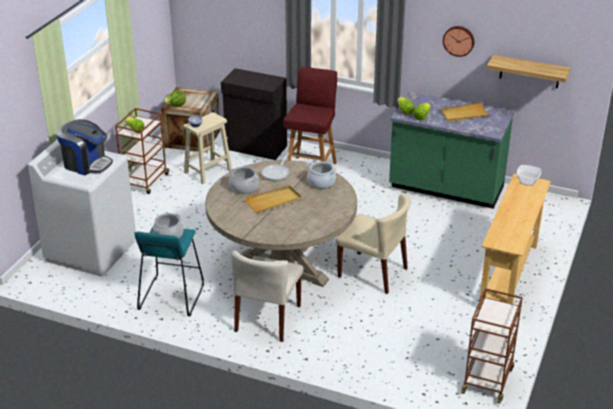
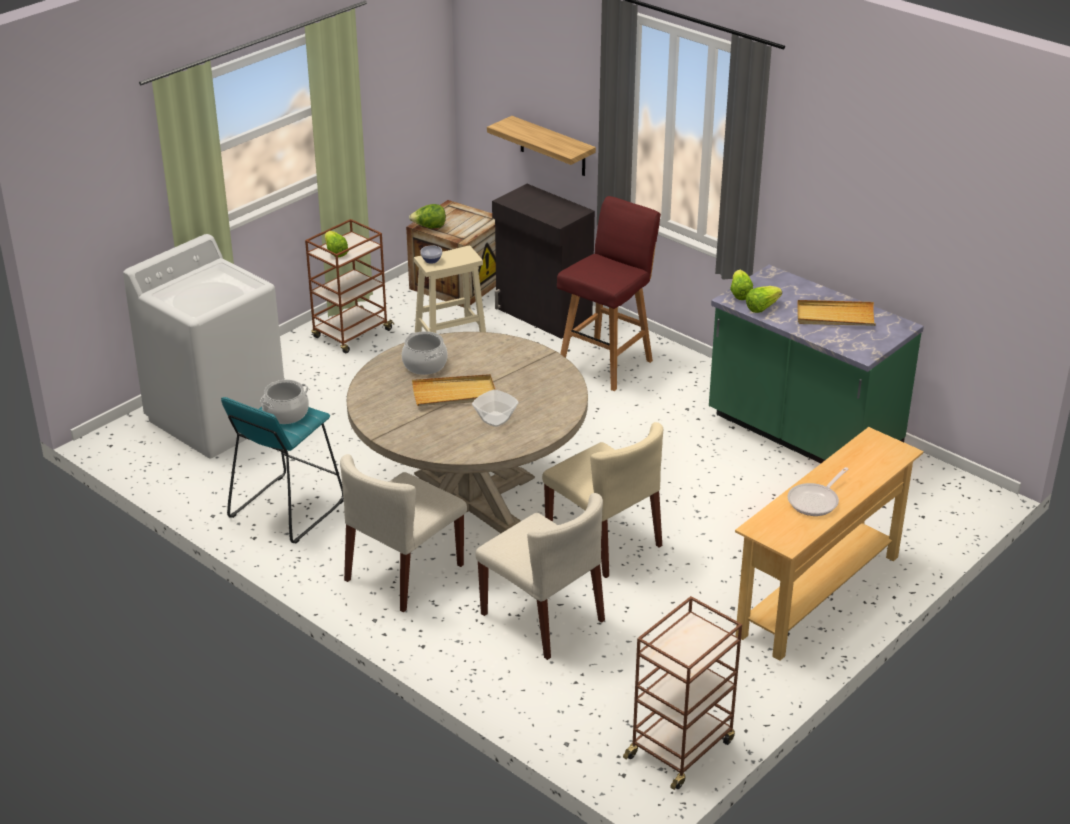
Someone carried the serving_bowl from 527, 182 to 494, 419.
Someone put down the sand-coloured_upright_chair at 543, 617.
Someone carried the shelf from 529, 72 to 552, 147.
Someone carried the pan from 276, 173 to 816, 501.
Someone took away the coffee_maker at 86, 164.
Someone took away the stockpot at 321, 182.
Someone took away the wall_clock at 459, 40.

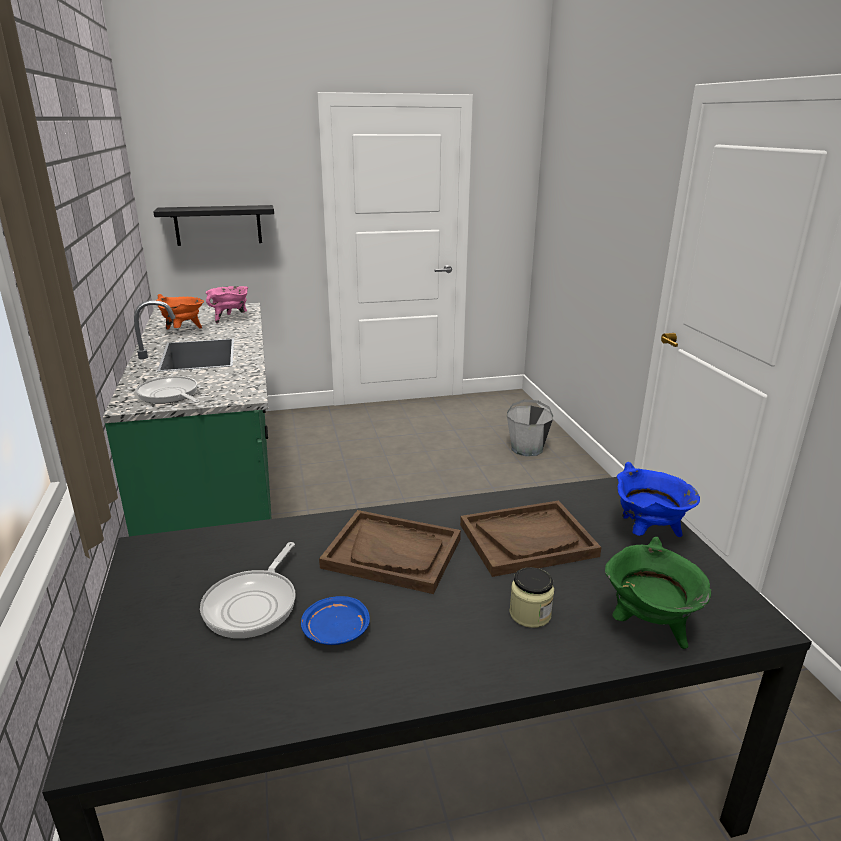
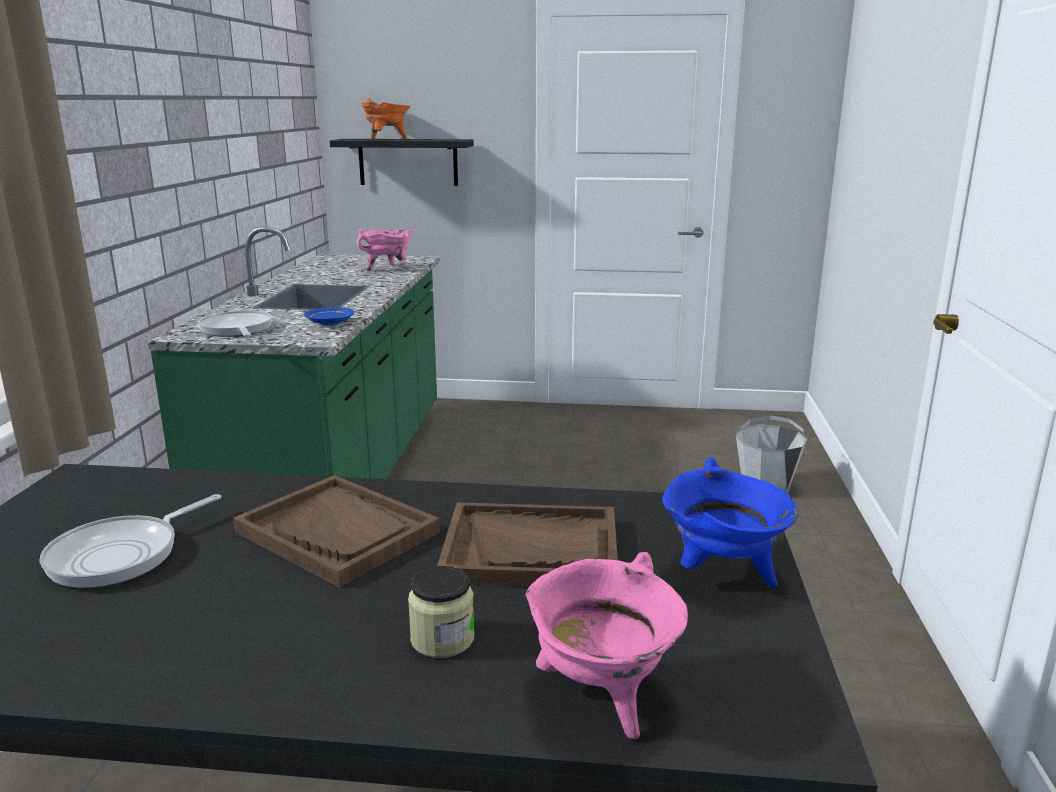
Someone carried the blue-coloured_plate from 336, 631 to 329, 323.
Someone carried the orangey_stockpot from 183, 331 to 386, 139.
Someone repainted the green_stockpot at 648, 627, which became the pink_stockpot at 603, 697.

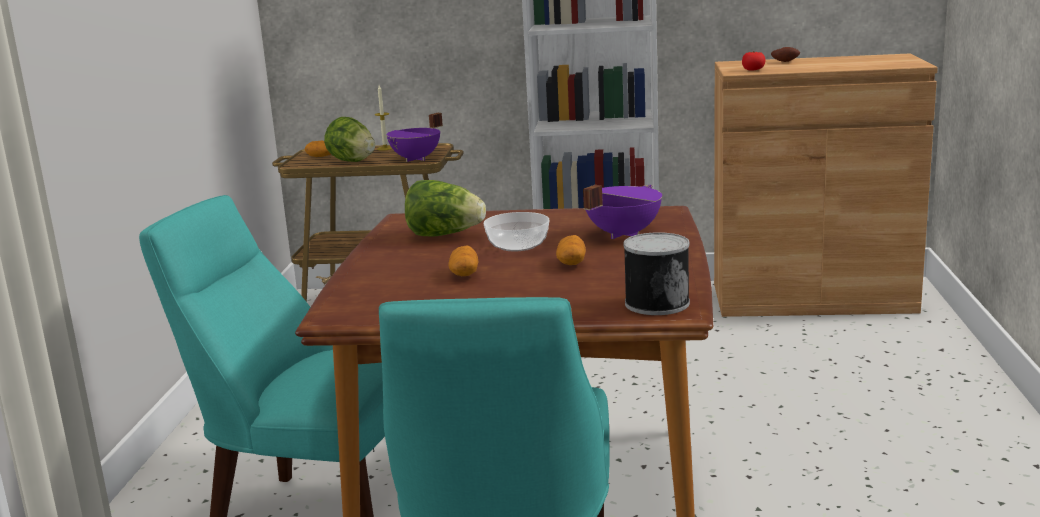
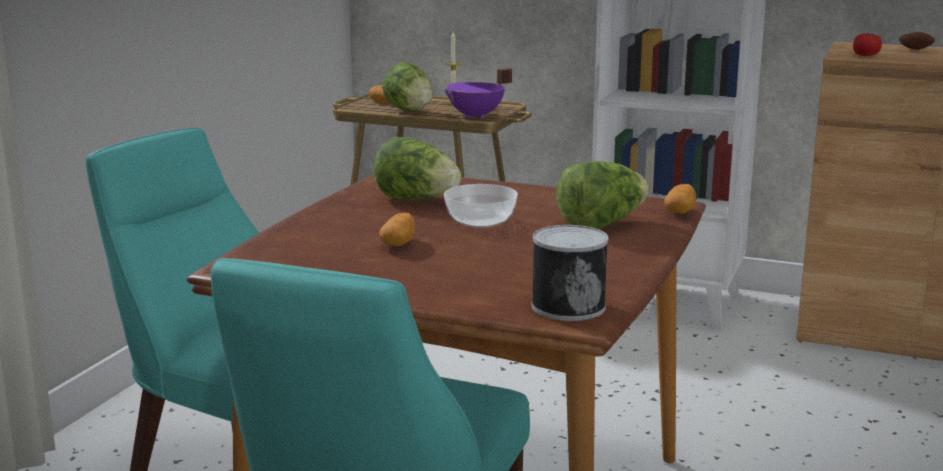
Someone swapped the purplish_stockpot at 621, 234 for the lettuce_head at 601, 224.
Someone carried the whole_potato from 571, 263 to 679, 212.

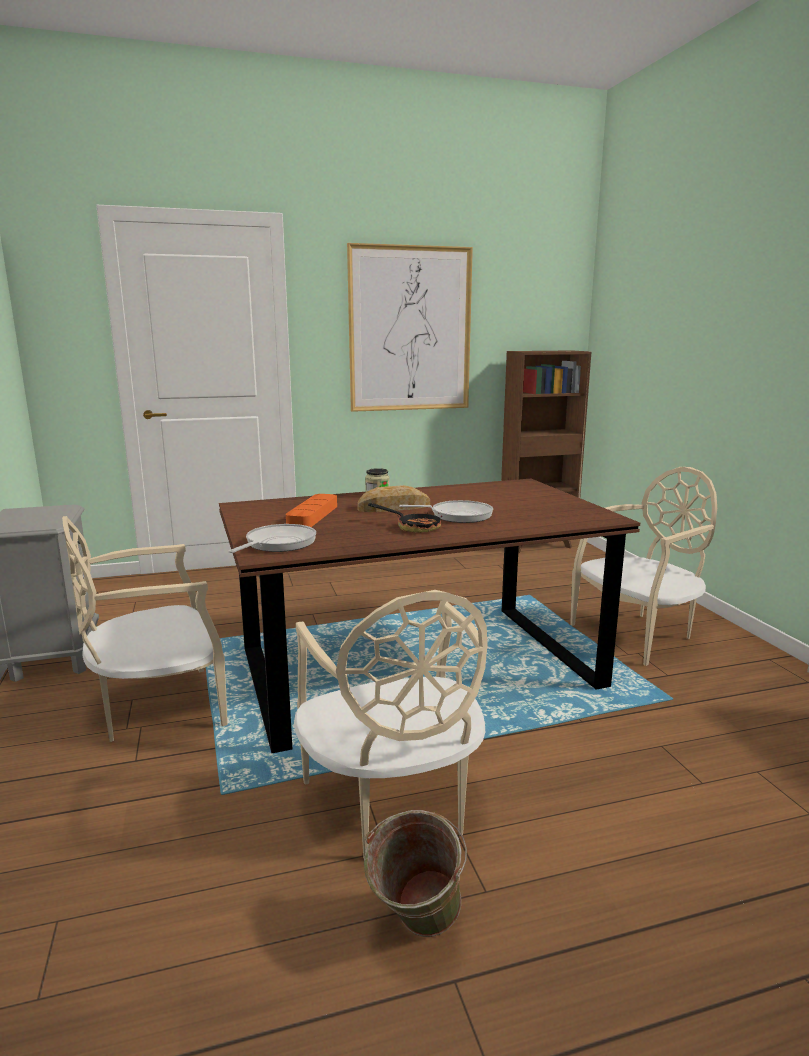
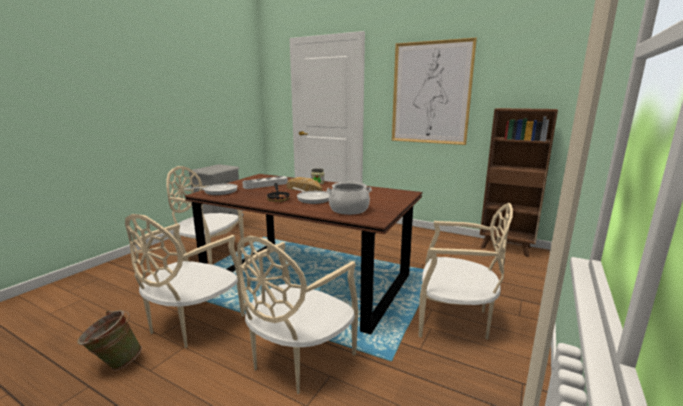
Someone put down the sand-coloured_upright_chair at 298, 359.
Someone repainted the orangey_carrying_tray at 313, 515, which became the grey_carrying_tray at 265, 185.
Someone put down the stockpot at 349, 209.

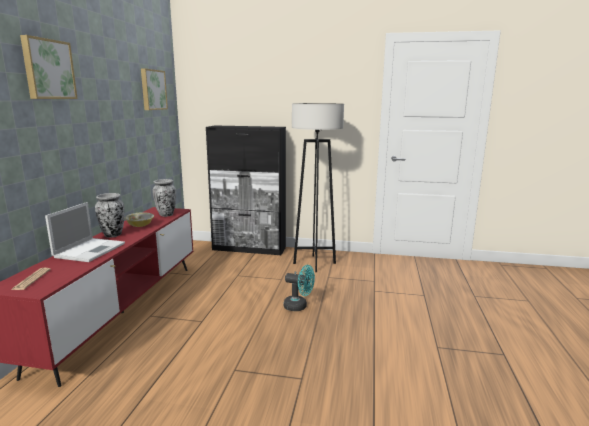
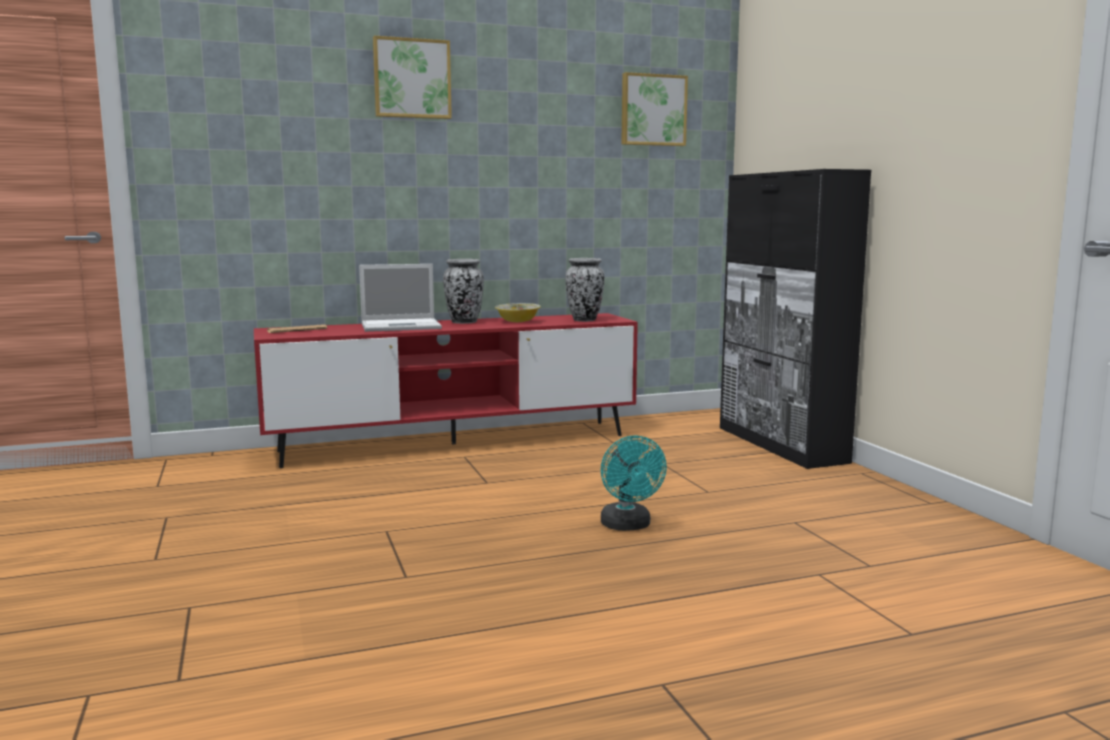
Someone took away the grey_standing_lamp at 314, 263.

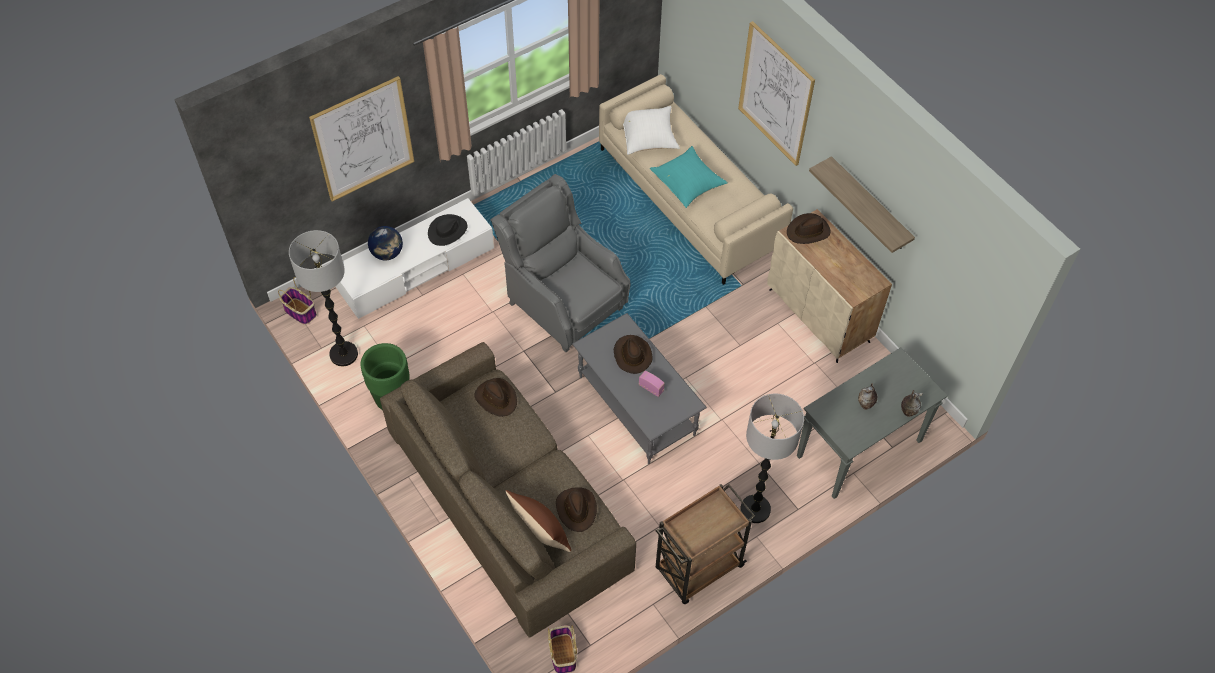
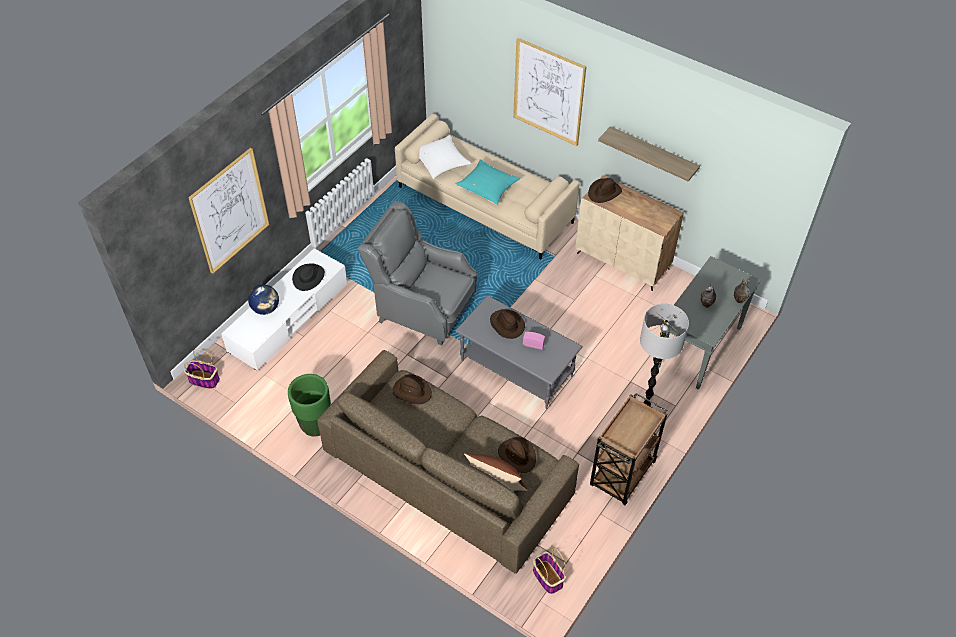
Someone took away the standing_lamp at 344, 354.

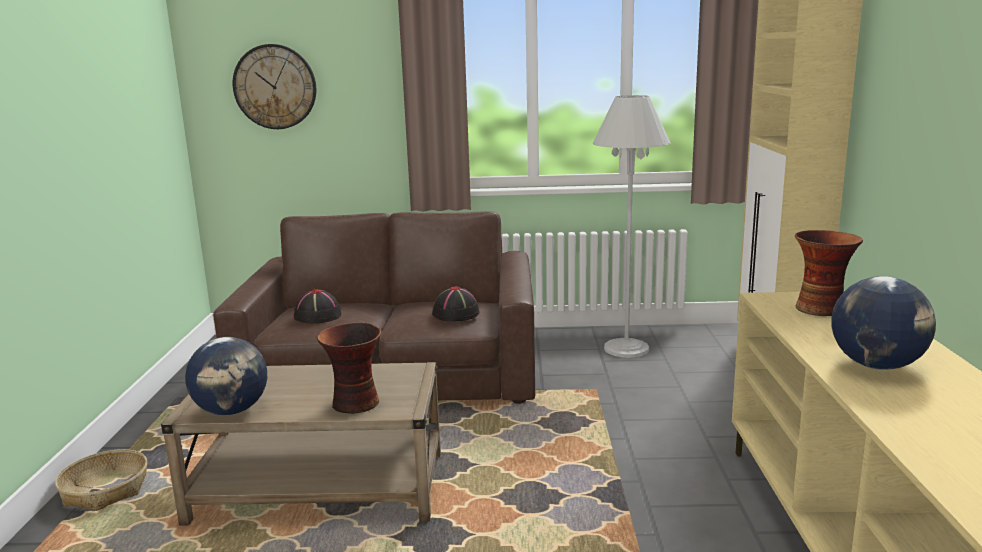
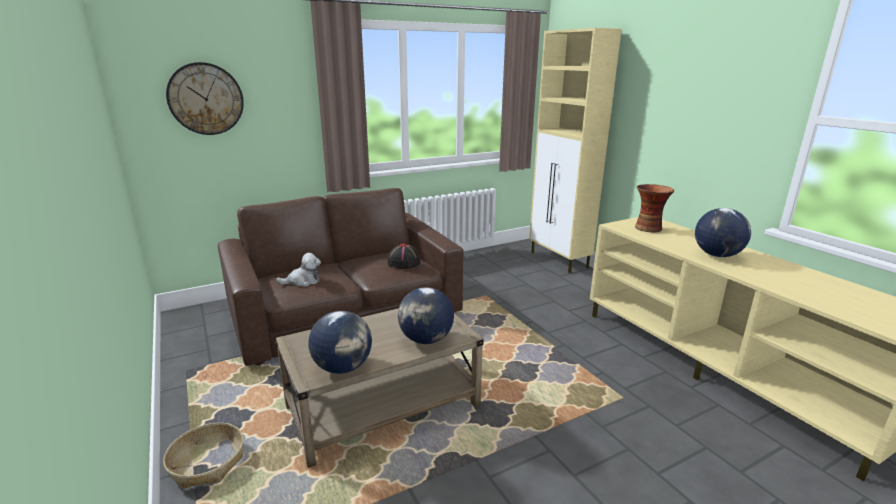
Someone swapped the blackish_clothing_hat at 317, 316 for the plush_toy at 303, 281.
Someone swapped the flower_vase at 355, 404 for the world_globe at 426, 340.
Someone took away the white-coloured_standing_lamp at 626, 348.

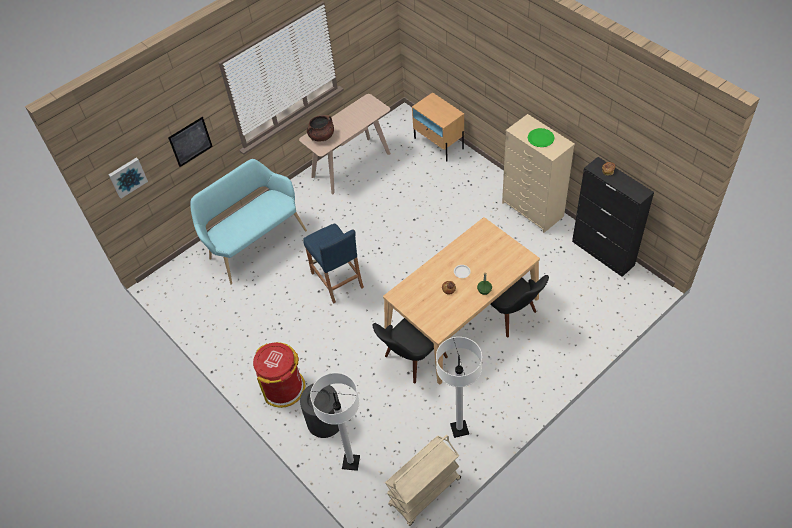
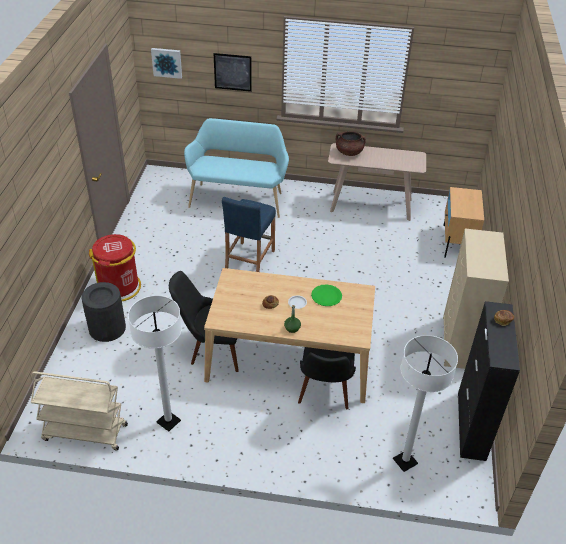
Someone carried the green_plate from 541, 138 to 326, 296.
Someone carried the white-coloured_standing_lamp from 351, 462 to 405, 461.

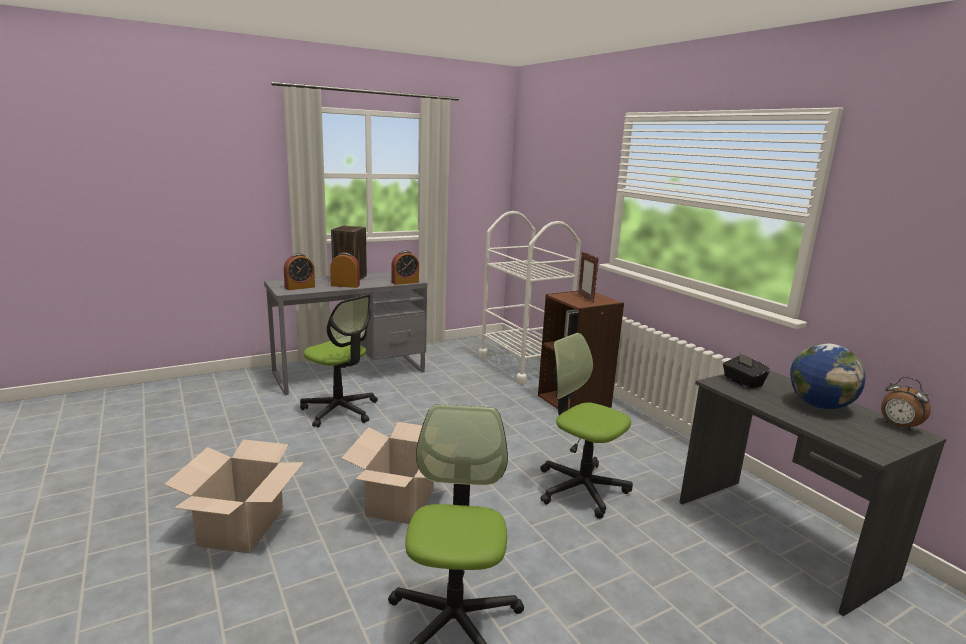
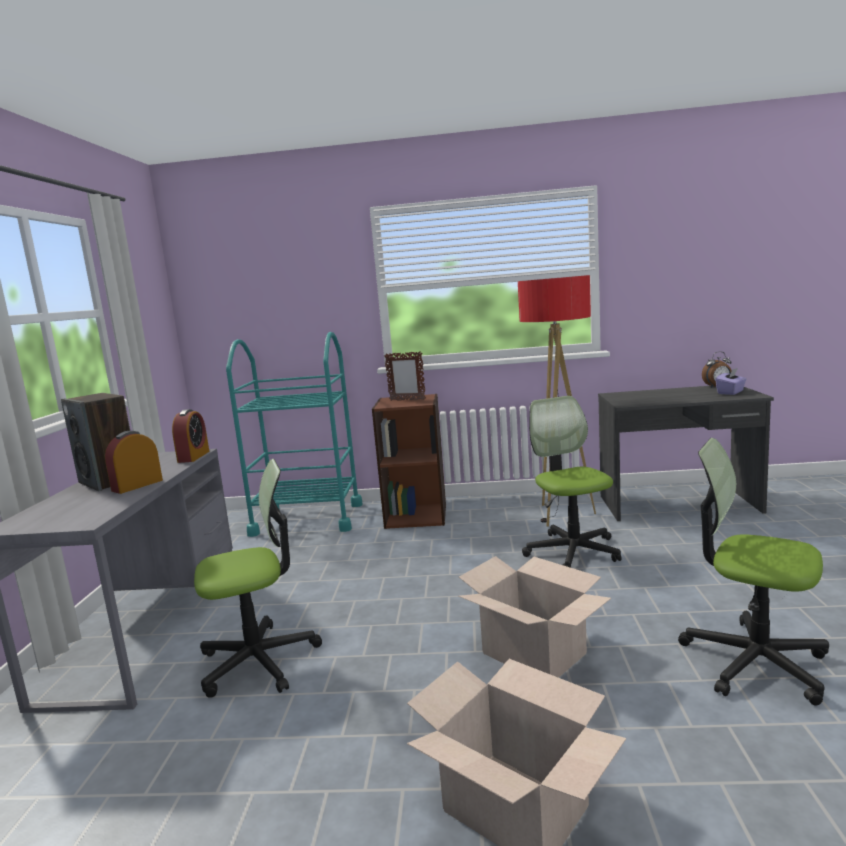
Someone repainted the white-coloured_cart at 523, 365, which became the turquoise-coloured_cart at 307, 519.
Someone put down the standing_lamp at 561, 515.
Someone rotated the office_chair at 581, 488 by 90 degrees clockwise.
Someone put down the purplish_box_of_tissues at 731, 392.
Someone took away the alarm_clock at 300, 287.
Someone took away the blackish_box_of_tissues at 742, 382.
Someone took away the world_globe at 819, 406.

